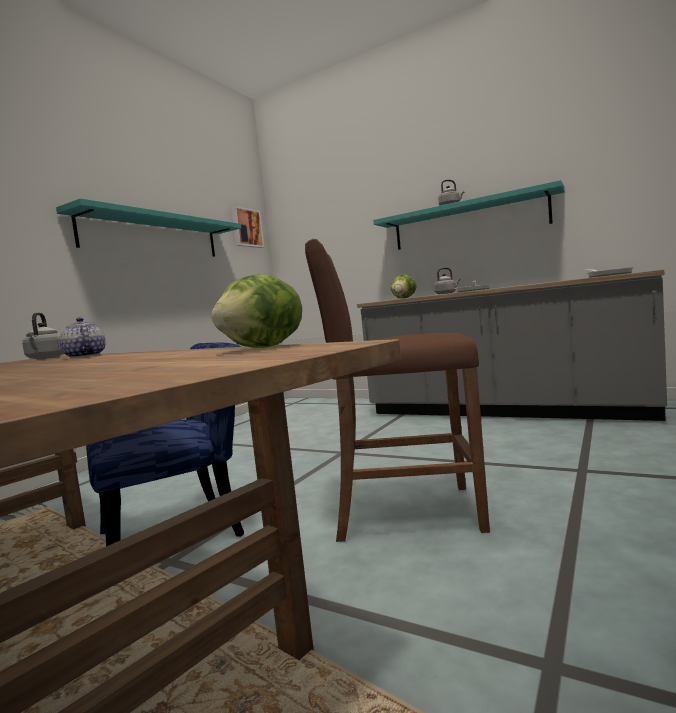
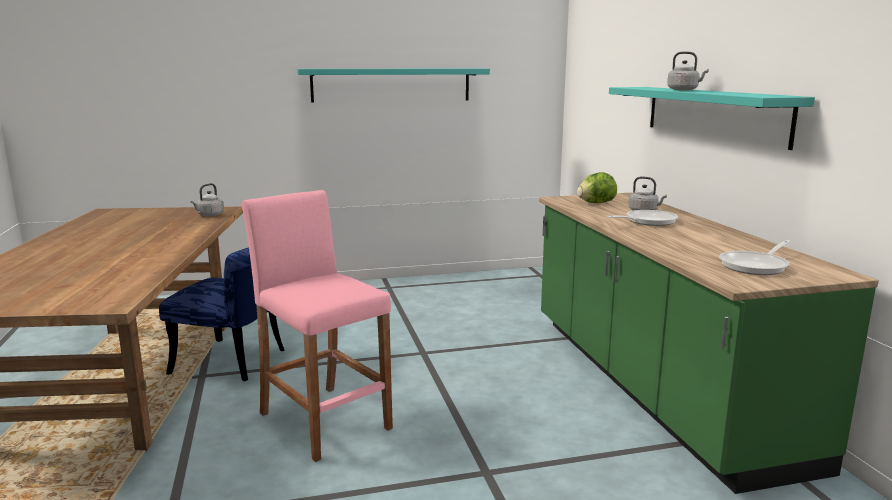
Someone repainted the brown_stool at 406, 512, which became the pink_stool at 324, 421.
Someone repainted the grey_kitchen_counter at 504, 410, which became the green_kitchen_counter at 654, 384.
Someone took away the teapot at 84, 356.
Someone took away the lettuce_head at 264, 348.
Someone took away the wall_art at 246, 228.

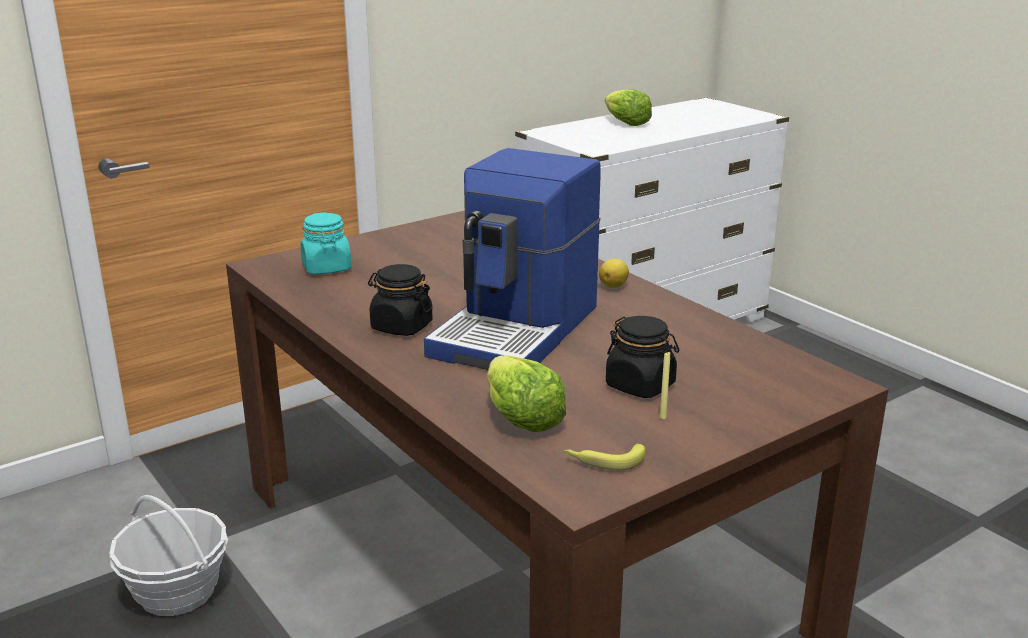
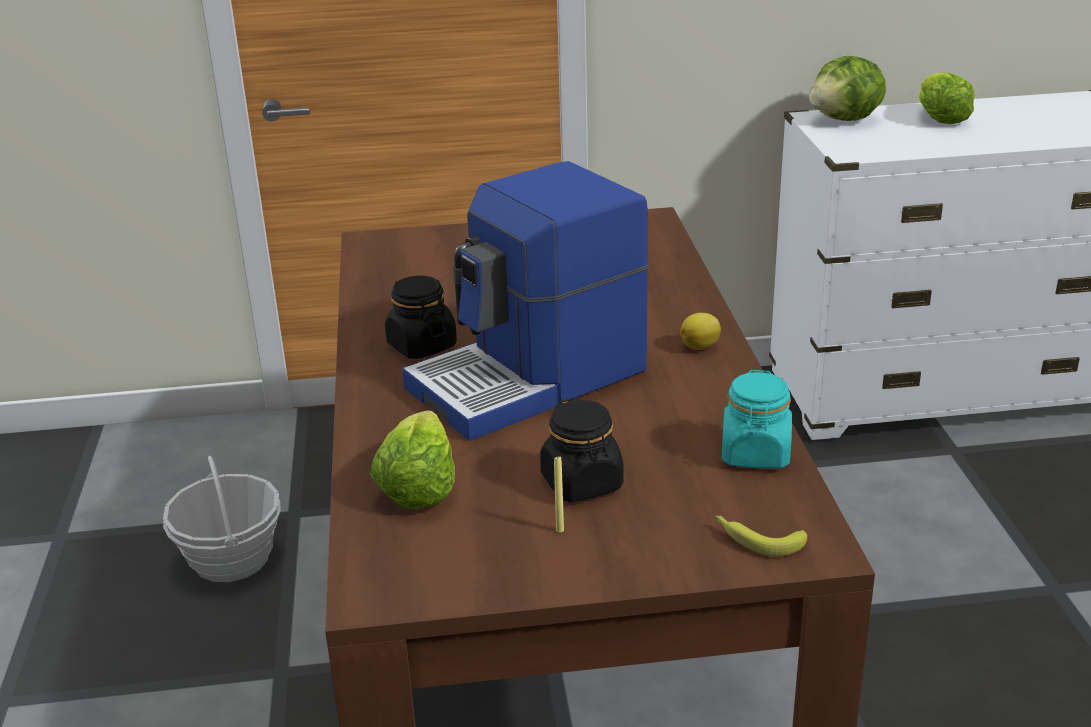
Someone carried the banana_fruit from 604, 461 to 757, 539.
Someone carried the turquoise-coloured_jar from 327, 268 to 755, 454.
Someone put down the lettuce_head at 846, 120.

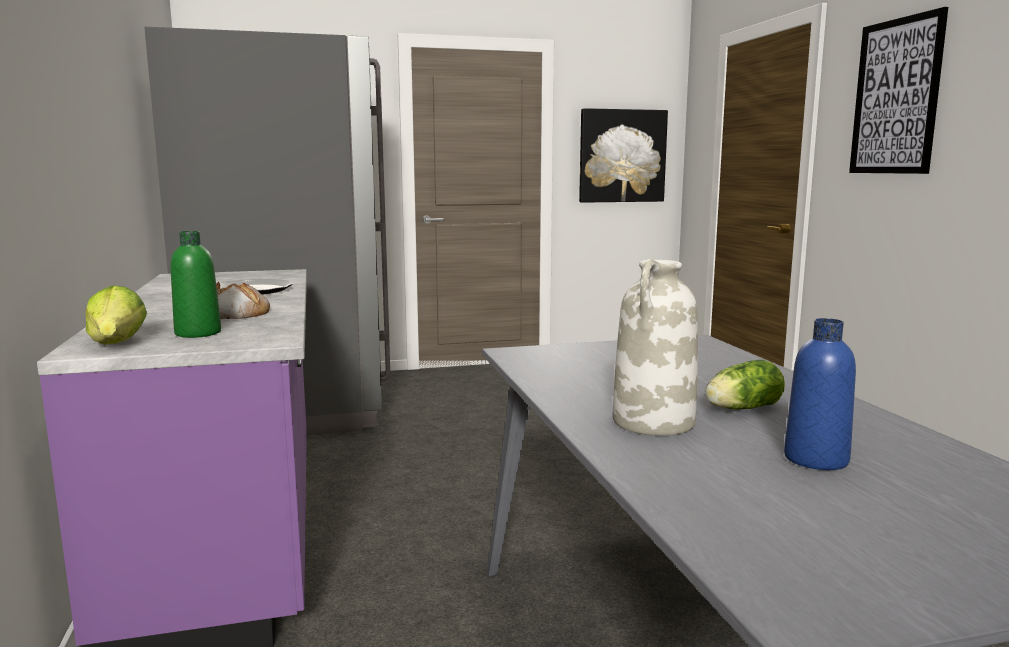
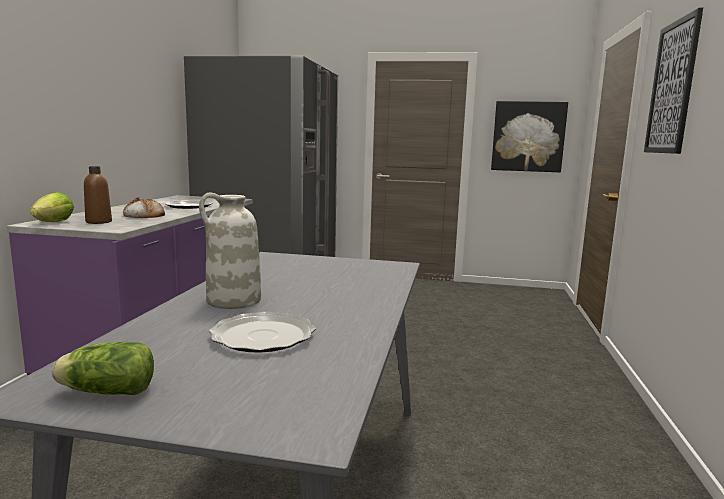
Someone carried the lettuce_head from 740, 409 to 105, 391.
Someone repainted the green_drink_bottle at 198, 333, which became the brown_drink_bottle at 98, 222.
Someone swapped the blue-coloured_drink_bottle at 816, 459 for the plate at 262, 336.

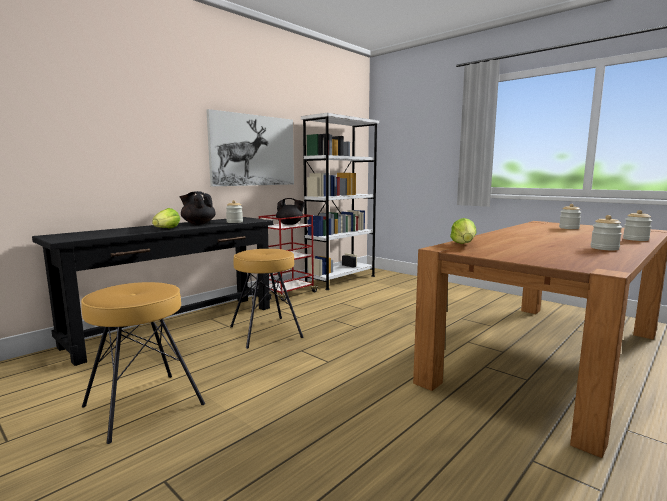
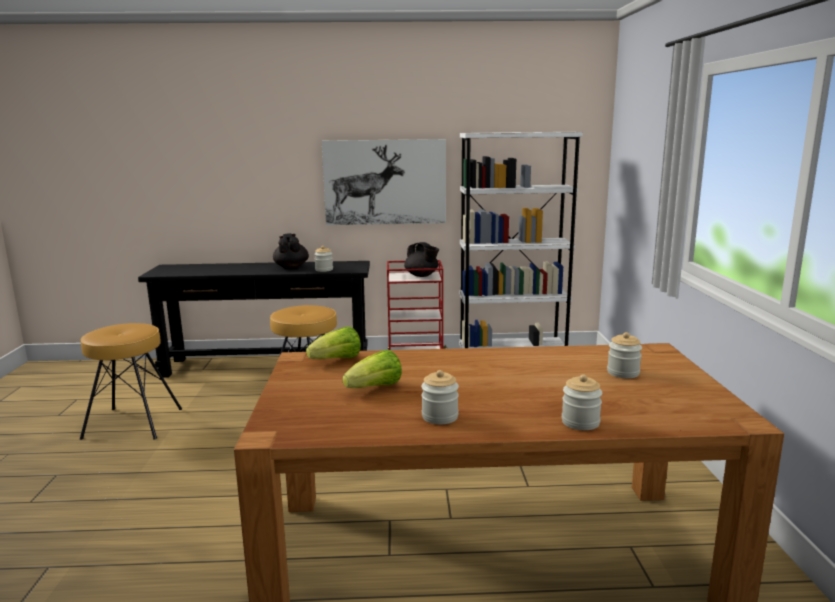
Someone carried the lettuce_head from 166, 229 to 375, 388.

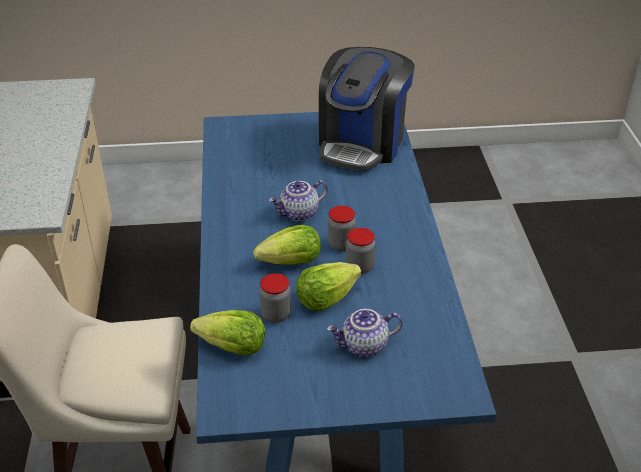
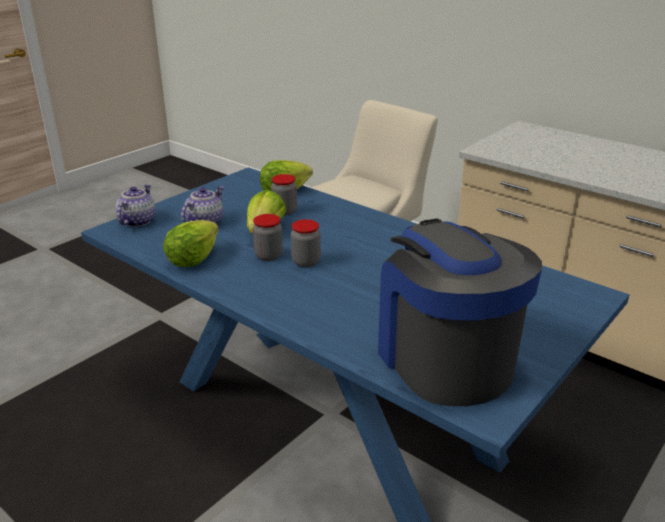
Someone carried the teapot from 299, 214 to 137, 221.
Someone carried the lettuce_head from 291, 262 to 193, 259.

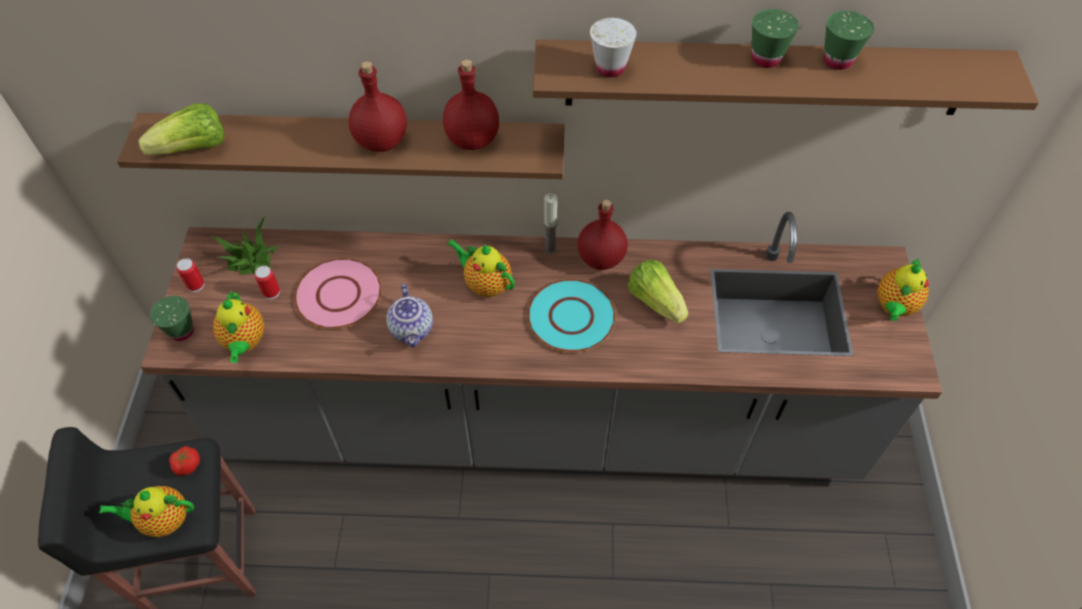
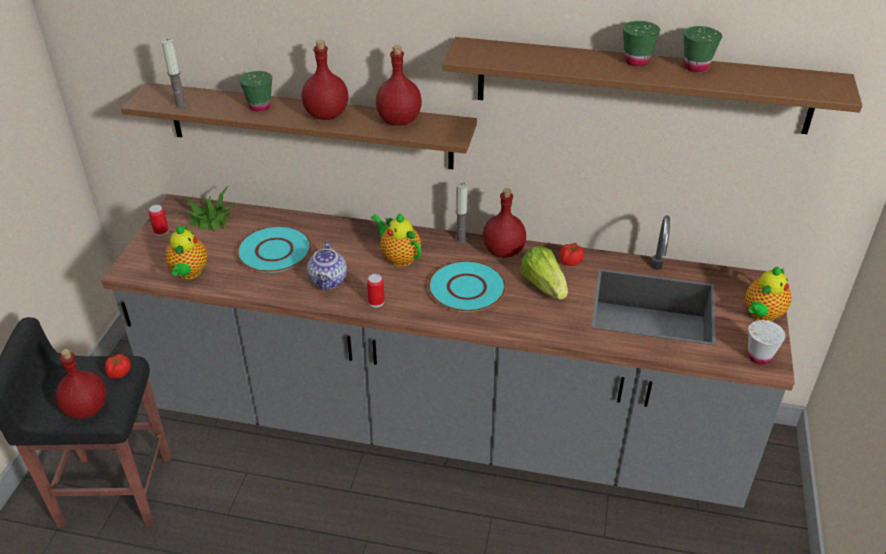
Someone swapped the teapot at 163, 520 for the red_drink_bottle at 87, 408.
Someone swapped the lettuce_head at 194, 149 for the candle at 180, 106.
Someone repainted the pink_plate at 338, 294, which became the turquoise-coloured_plate at 274, 250.
Someone carried the green_drinking_cup from 182, 331 to 259, 106.
Someone carried the sealed_can from 271, 292 to 376, 302.
Someone put down the fresh_tomato at 570, 262.
Someone carried the white-coloured_drinking_cup from 610, 68 to 759, 357.

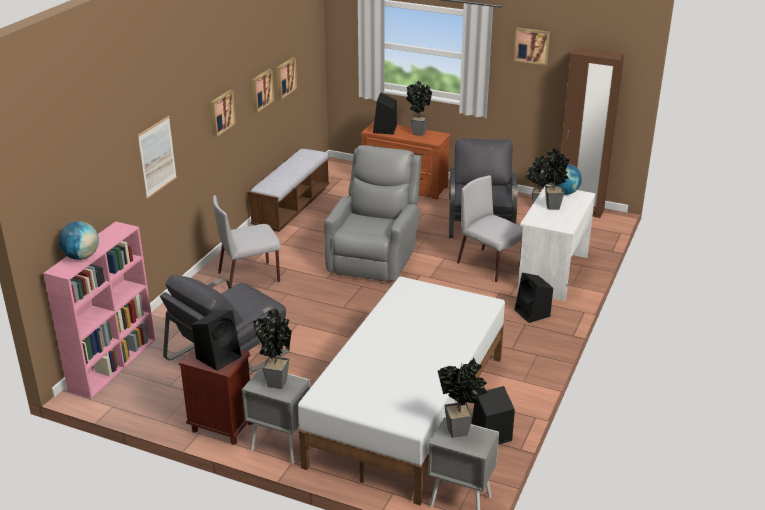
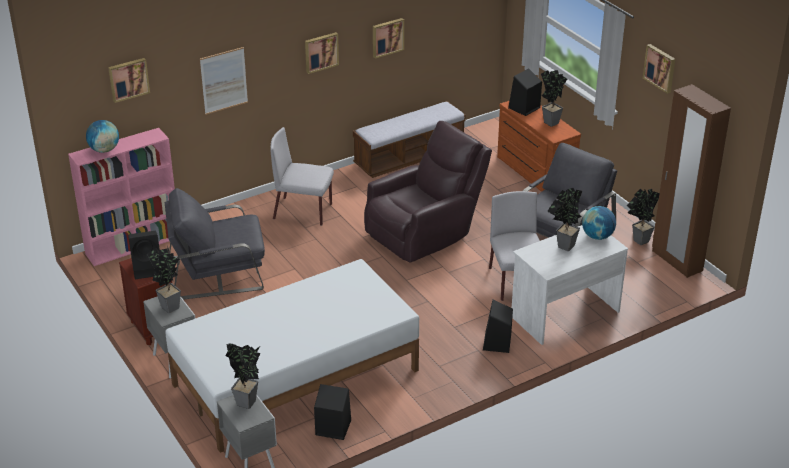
Someone carried the wall_art from 285, 78 to 128, 79.
Someone repainted the grey_armchair at 374, 256, which became the brown_armchair at 425, 232.

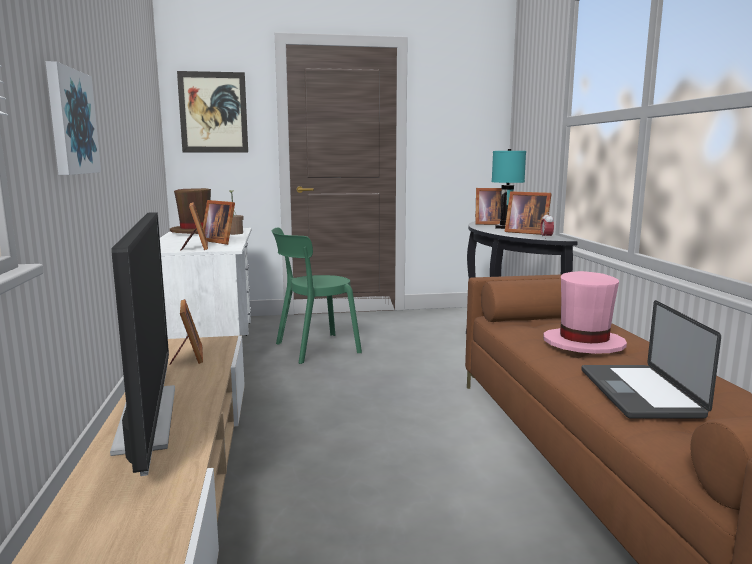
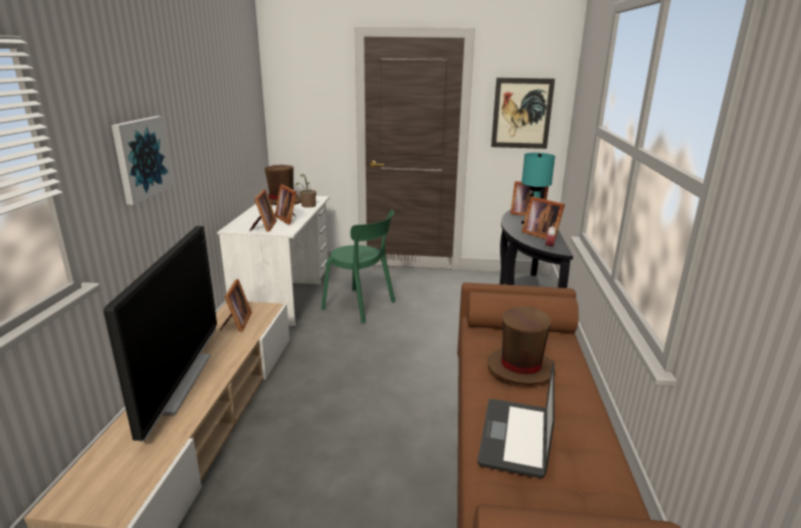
Someone rotated the green_upright_chair at 313, 349 by 135 degrees counterclockwise.
Someone repainted the pink_clothing_hat at 583, 343, which became the brown_clothing_hat at 520, 368.
Someone carried the wall_art from 213, 112 to 522, 113.

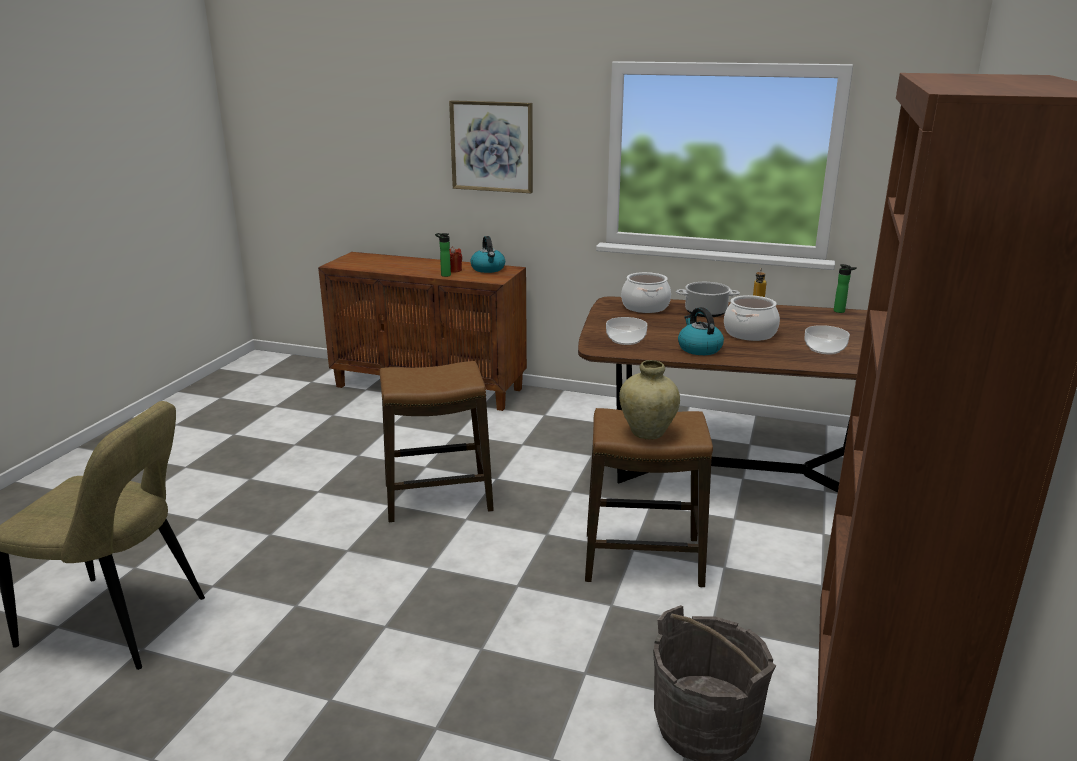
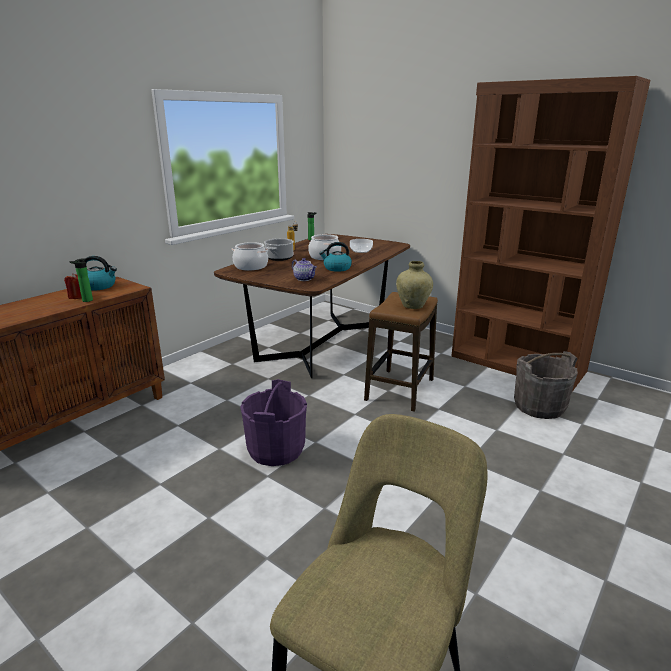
Someone swapped the stool at 438, 498 for the purplish_pail at 275, 449.
Someone swapped the serving_bowl at 626, 340 for the teapot at 305, 279.
Someone took away the wall_art at 492, 146.

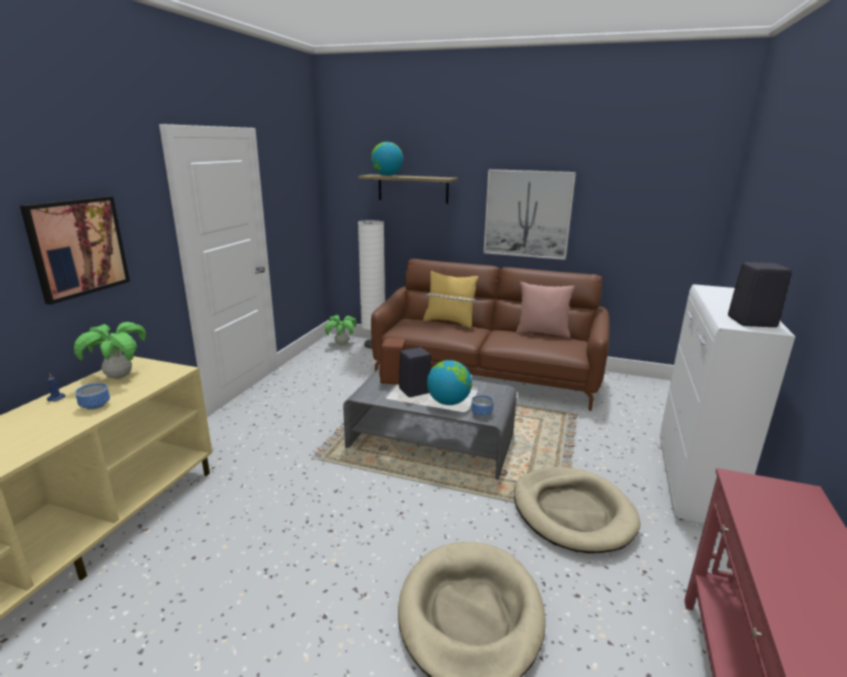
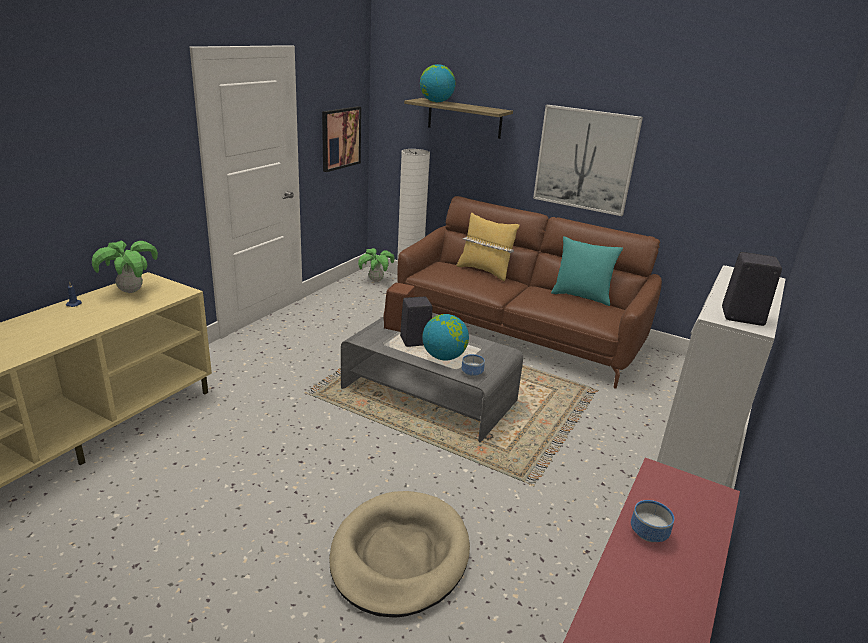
Someone carried the wall_art from 78, 247 to 340, 138.
Someone repainted the pink_throw_pillow at 542, 333, which became the turquoise-coloured_throw_pillow at 581, 296.
Someone carried the serving_bowl from 94, 405 to 646, 533.
Someone took away the sand-coloured_pet_bed at 572, 512.

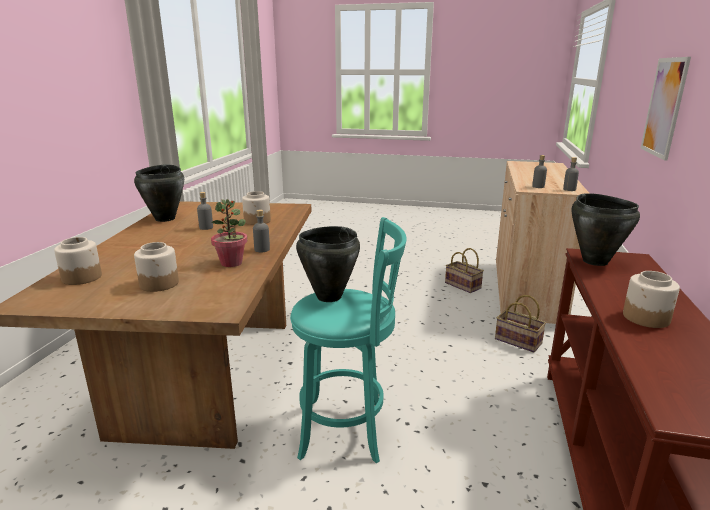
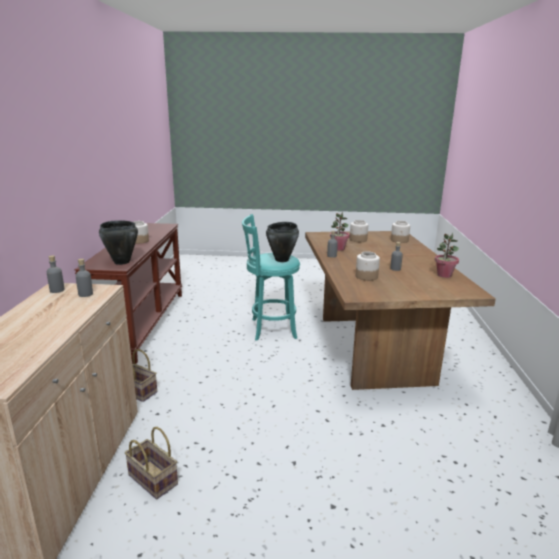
Someone swapped the blackish_stockpot at 165, 219 for the plant_in_a_pot at 444, 275.
Someone took away the wall_art at 664, 107.

